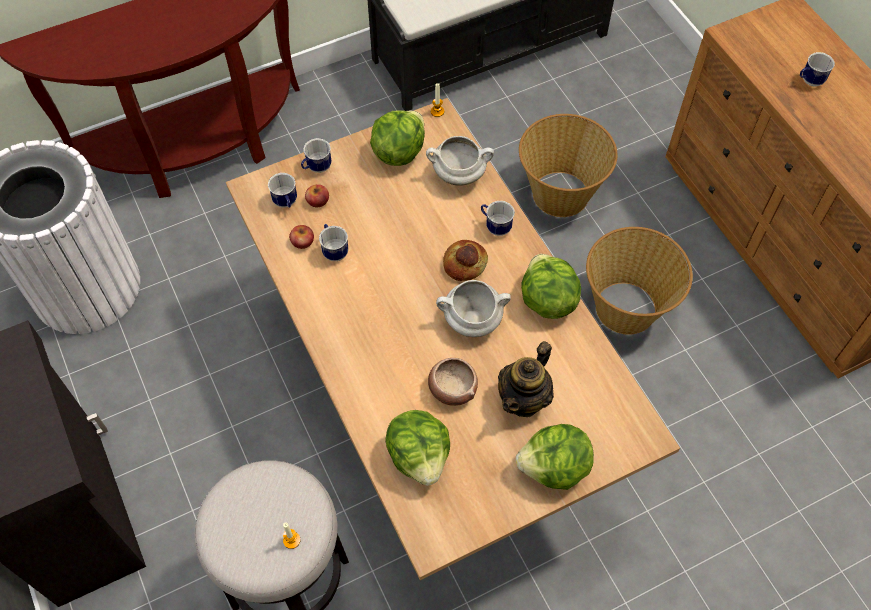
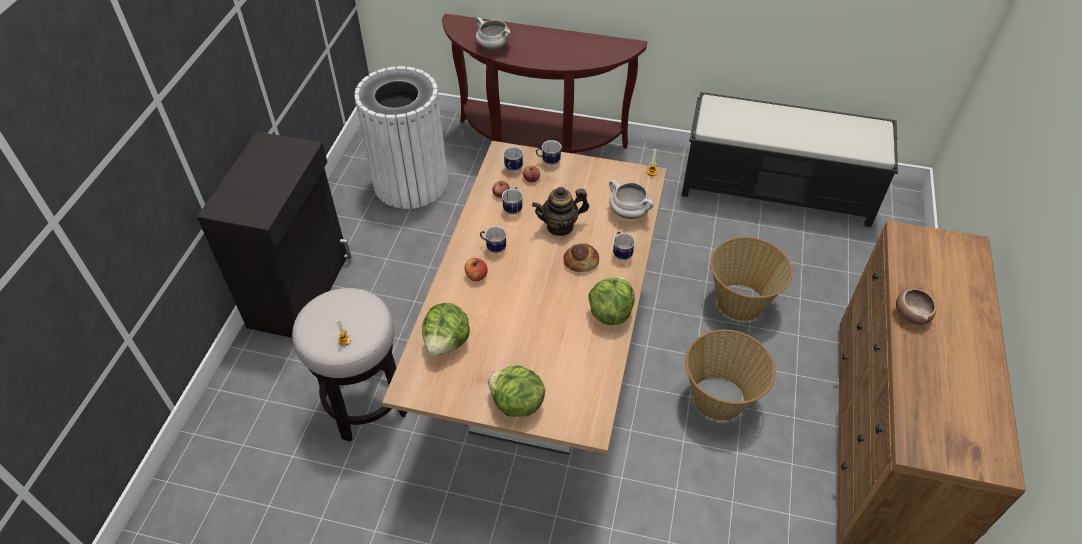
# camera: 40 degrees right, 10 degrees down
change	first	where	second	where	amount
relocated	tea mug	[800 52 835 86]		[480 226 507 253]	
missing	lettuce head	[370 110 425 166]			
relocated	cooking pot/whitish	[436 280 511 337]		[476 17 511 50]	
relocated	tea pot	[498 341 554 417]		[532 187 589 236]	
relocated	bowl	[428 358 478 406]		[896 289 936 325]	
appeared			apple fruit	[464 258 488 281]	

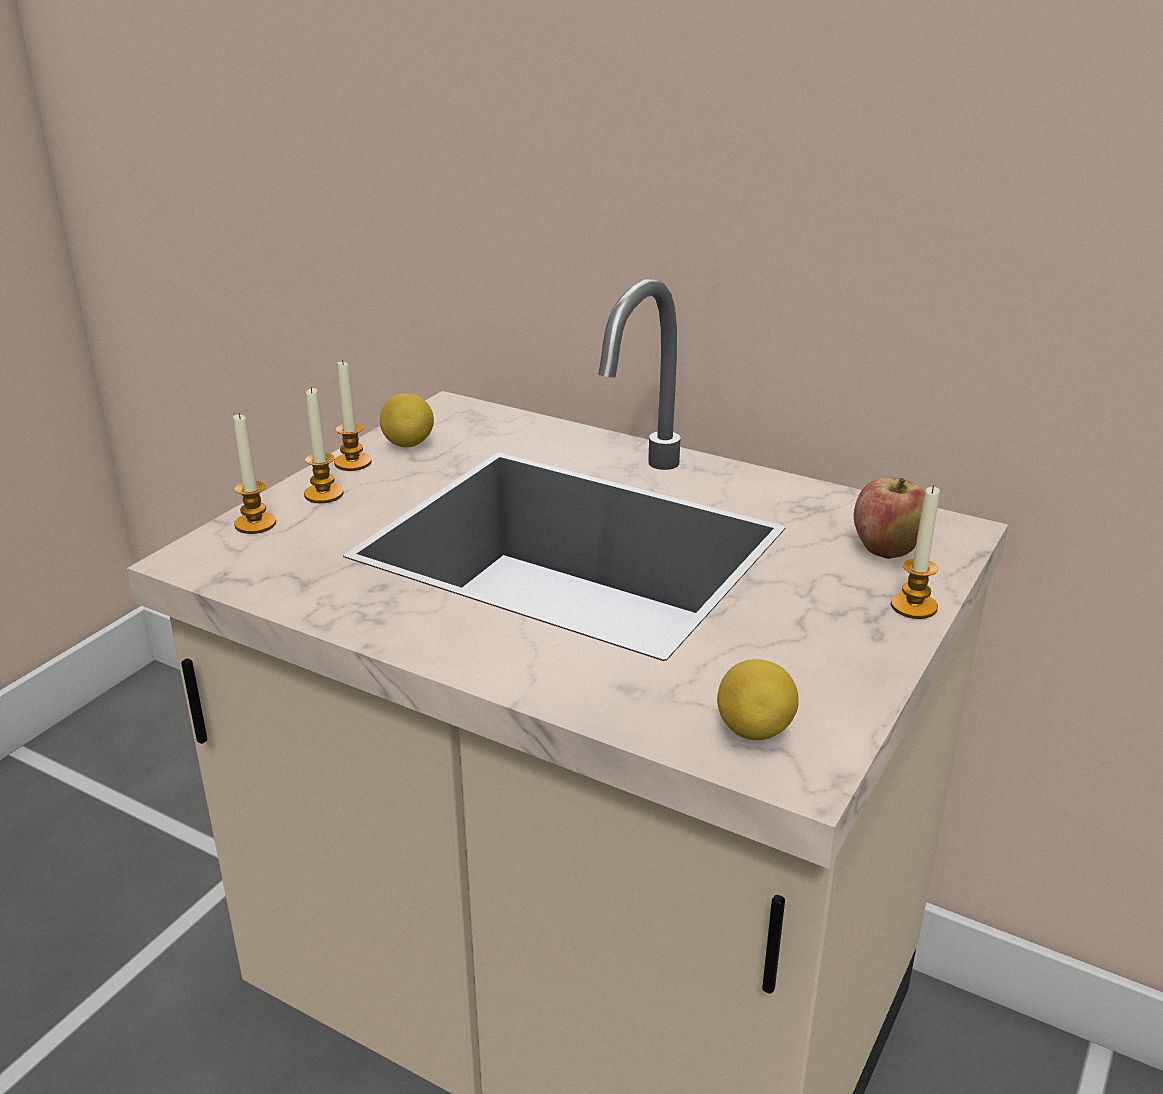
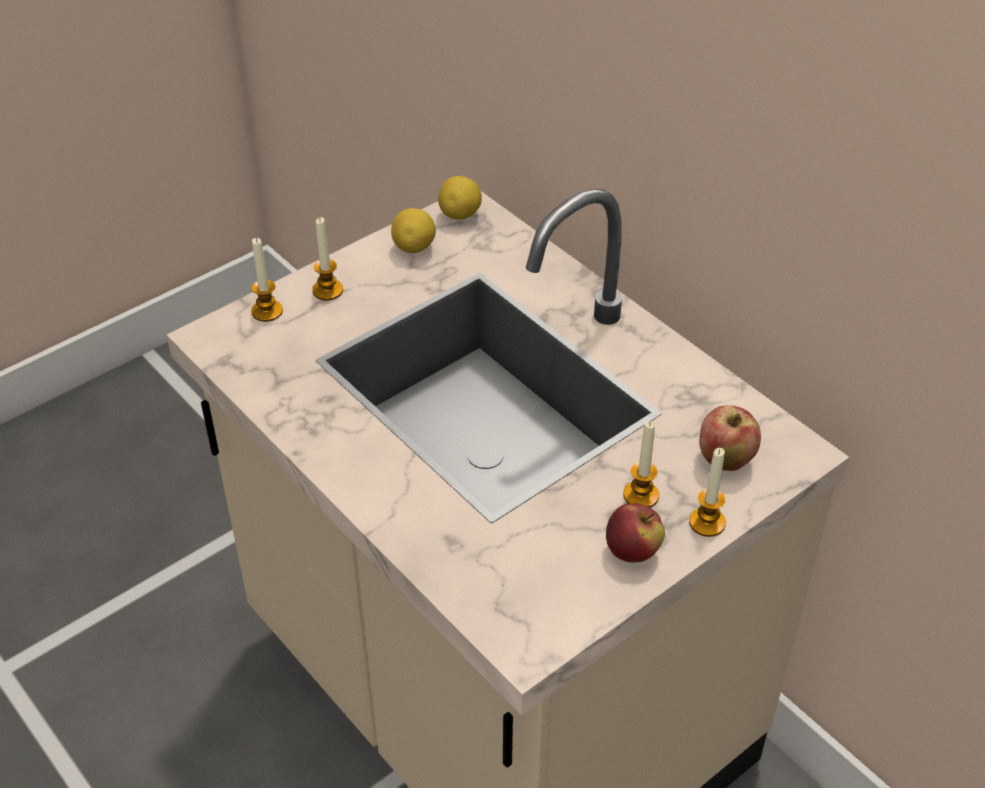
# camera: 20 degrees right, 15 degrees up
change	first	where	second	where	amount
relocated	candle	[334 359 372 471]		[623 421 659 507]	
relocated	whole lemon	[717 659 799 740]		[438 176 482 220]	
appeared			apple fruit	[606 503 665 562]	

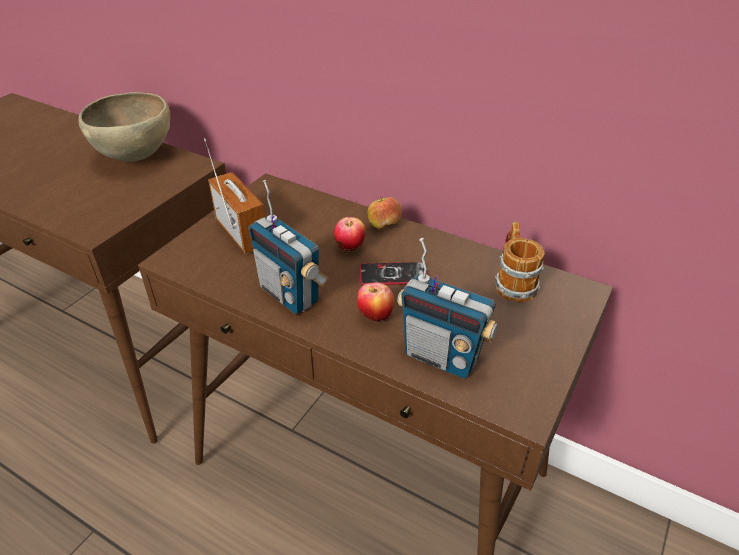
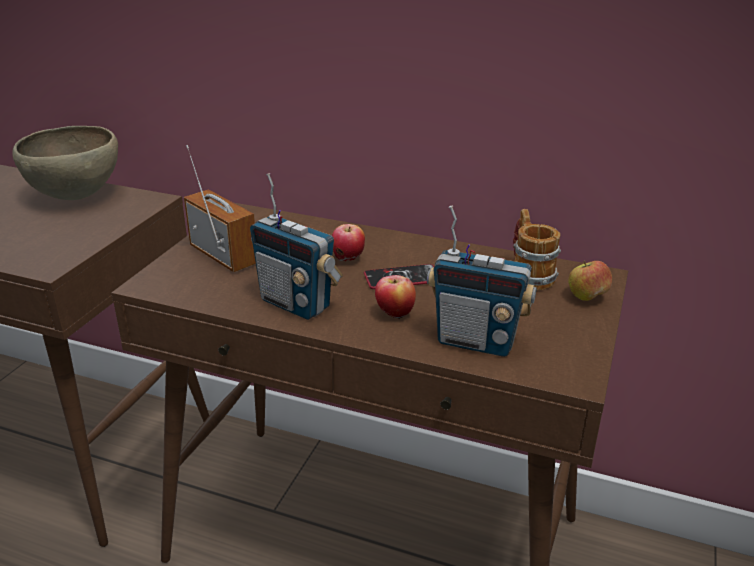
# camera: 10 degrees left, 10 degrees down
change	first	where	second	where	amount
relocated	apple fruit	[367 196 402 229]		[568 261 612 301]	

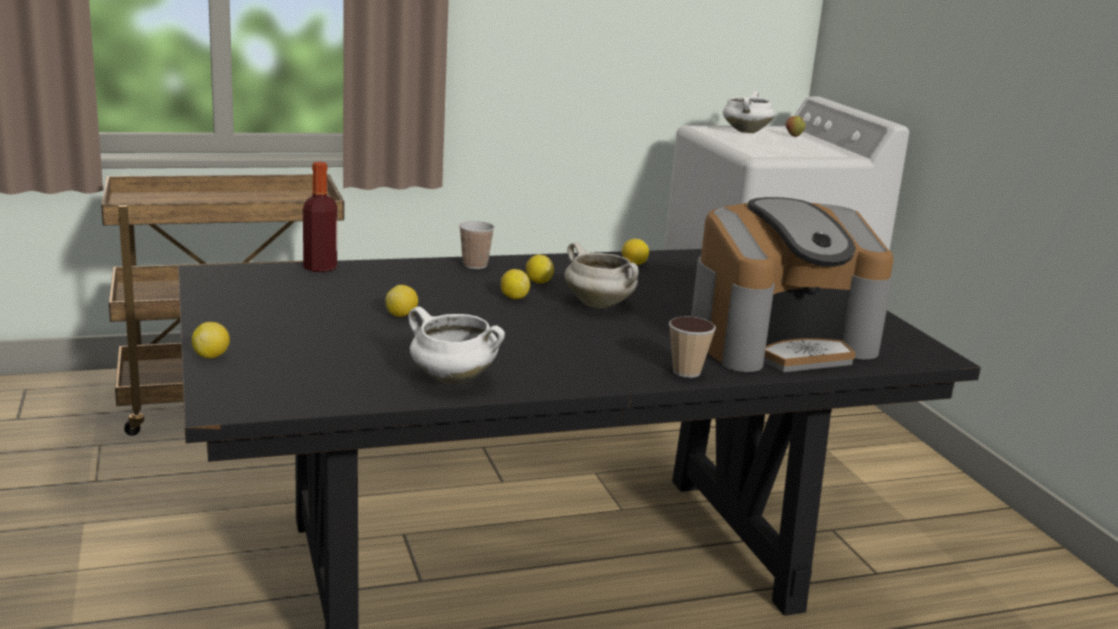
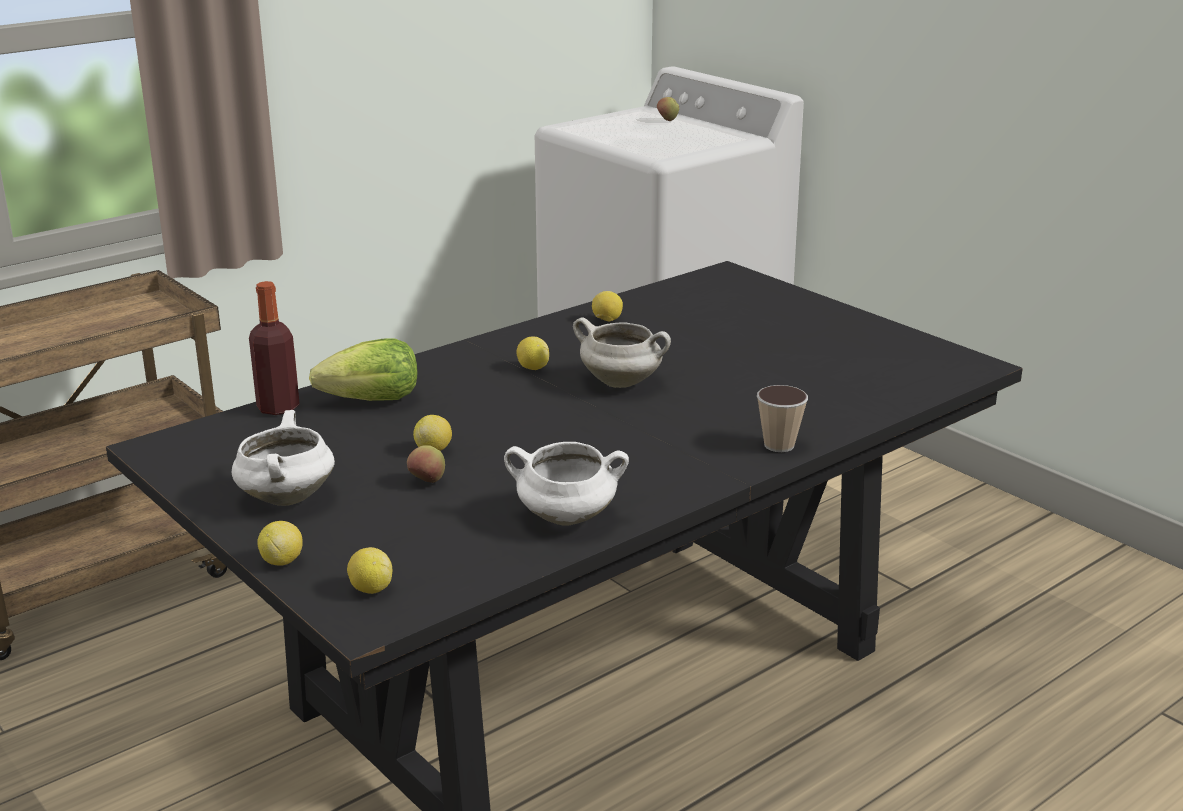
# camera: 20 degrees left, 5 degrees up
change	first	where	second	where	amount
relocated	cooking pot/whitish	[723 91 774 133]		[232 410 335 506]	
missing	coffee machine	[691 197 894 372]			
missing	cup	[459 221 495 269]			
relocated	whole lemon	[501 269 530 299]		[347 547 392 594]	
appeared			lettuce head	[309 338 418 401]	
appeared			apple fruit	[407 445 445 483]	

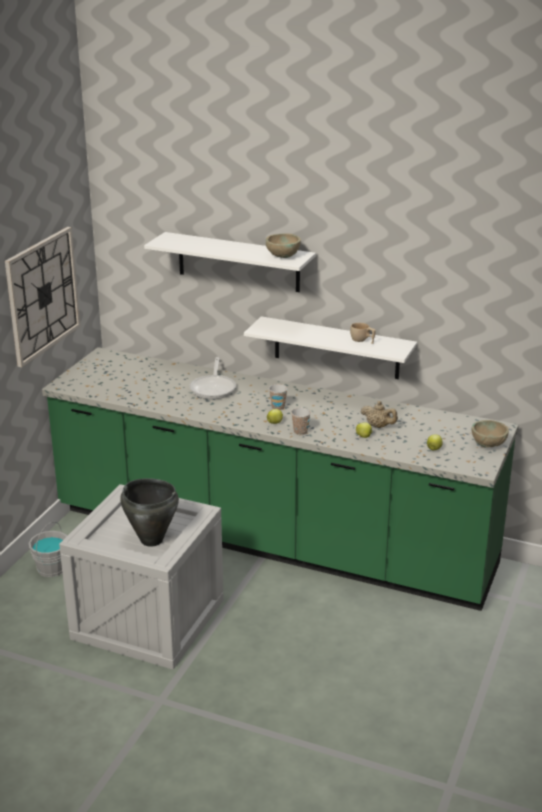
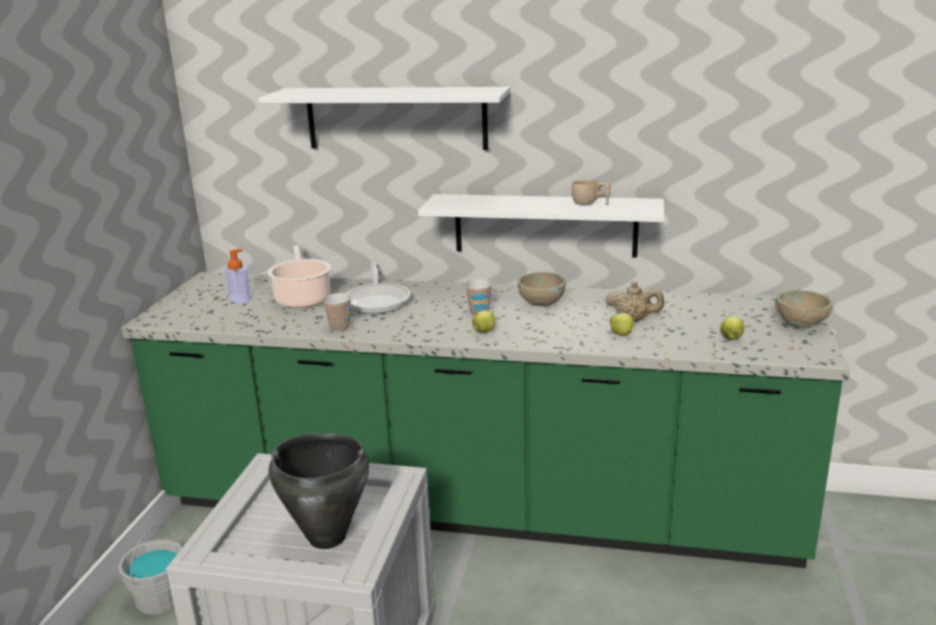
# camera: 10 degrees left, 5 degrees down
change	first	where	second	where	amount
missing	wall clock	[5 227 80 367]			
relocated	bowl/beige	[266 233 301 258]		[518 272 566 306]	
relocated	cup	[291 408 311 435]		[323 293 351 332]	
appeared			cooking pot	[268 245 331 308]	
appeared			soap bottle	[224 249 251 303]	

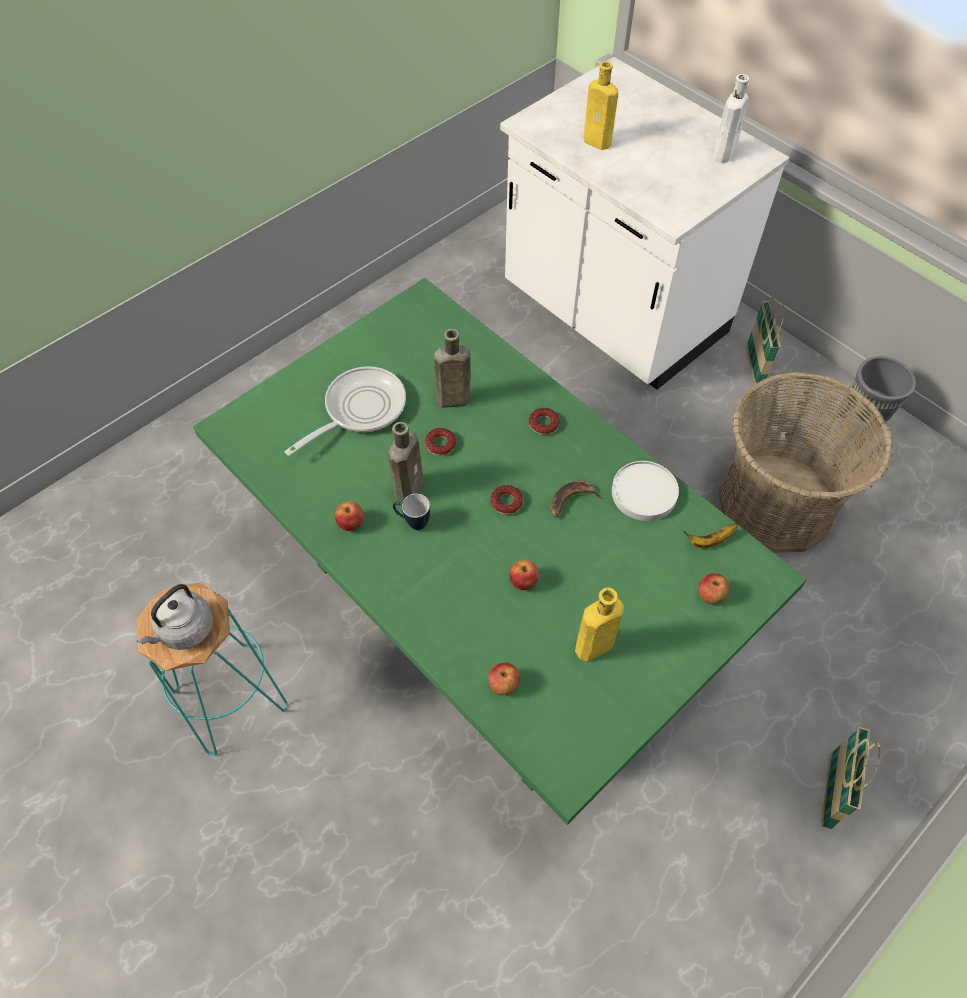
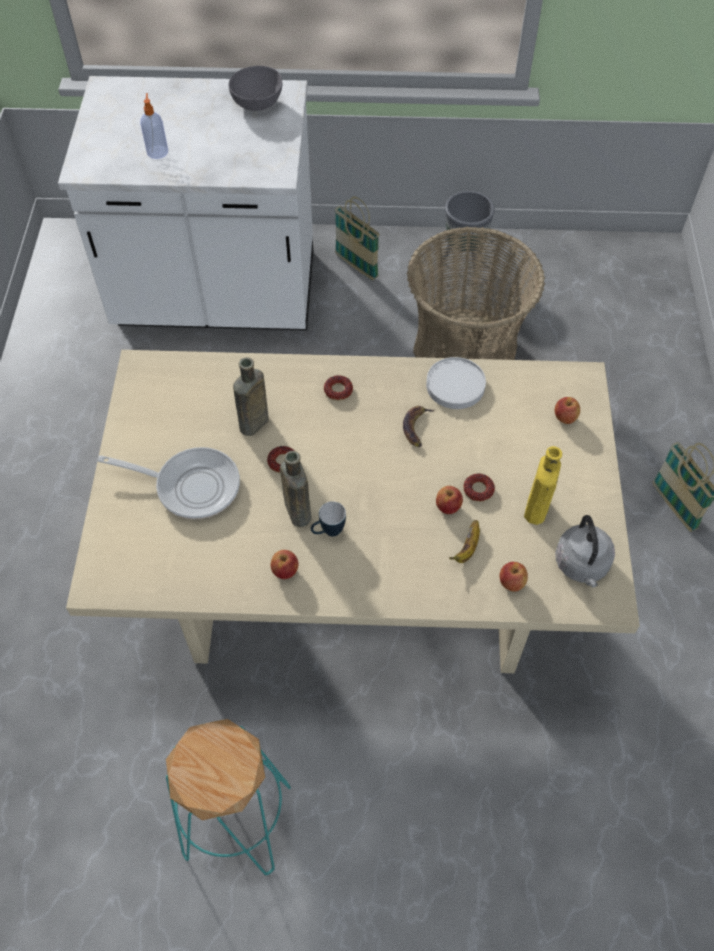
# camera: 45 degrees left, 0 degrees up
change	first	where	second	where	amount
exchanged	drink bottle/yellowish	[584 61 618 150]	soap bottle	[140 93 168 159]	
exchanged	drink bottle/whitish	[713 74 749 163]	bowl/grey	[229 66 282 111]	
colour	dinner table/green	[193 278 807 825]	dinner table/beige	[66 350 640 673]	
spun	skillet	[285 366 406 456]		[97 447 240 519]	105 degrees clockwise
relocated	doughnut	[491 485 523 515]		[463 473 495 502]	
relocated	banana fruit	[683 523 738 548]		[449 520 480 563]	
relocated	kettle/grey	[137 584 213 650]		[555 515 615 587]	

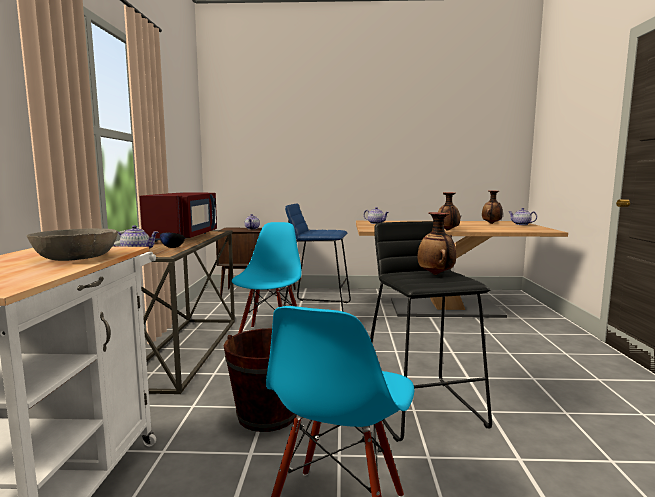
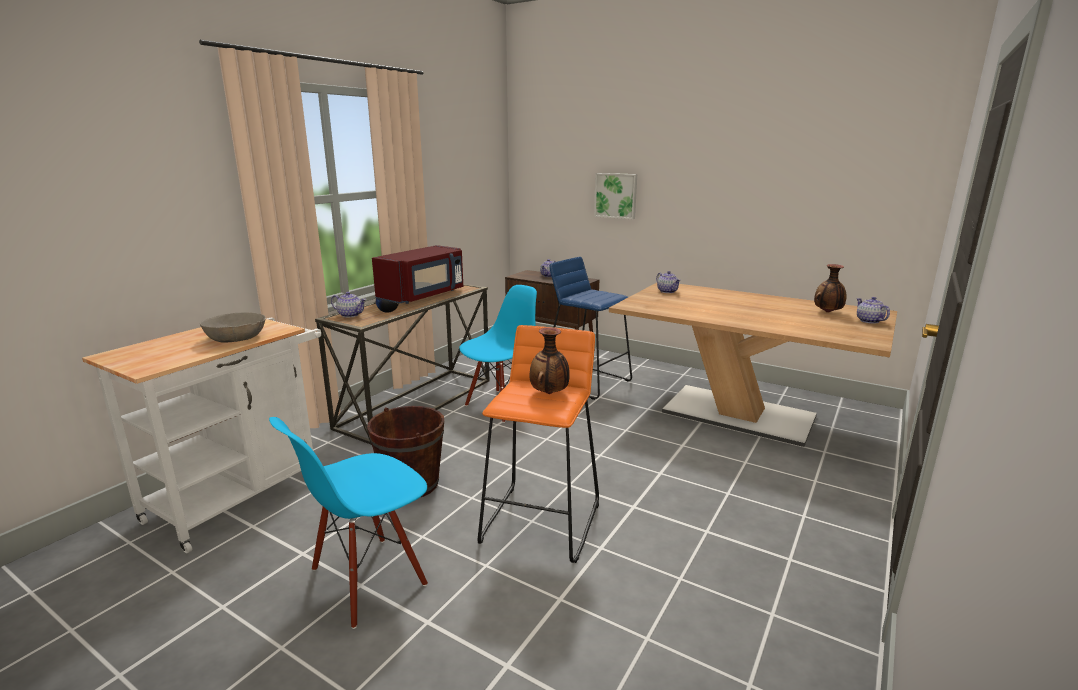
# camera: 30 degrees right, 10 degrees up
change	first	where	second	where	amount
missing	flower vase	[438 192 461 230]			
colour	stool seat/black	[370 221 492 442]	stool seat/orange-coloured	[478 325 599 563]	
appeared			picture	[594 173 637 219]	

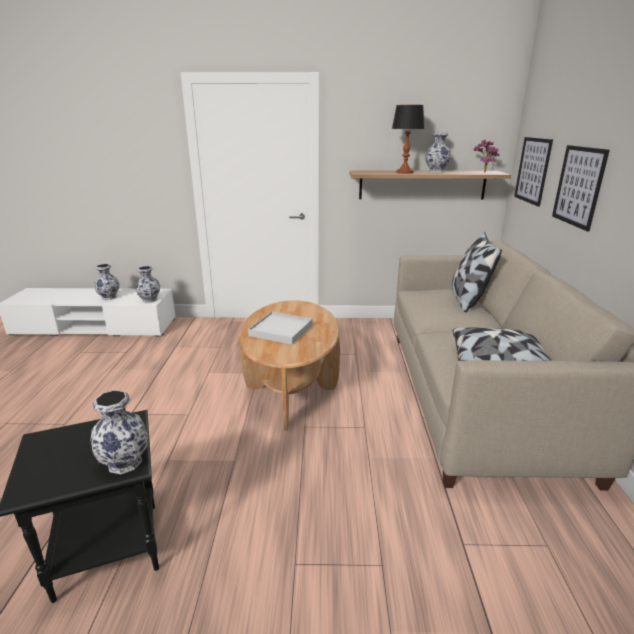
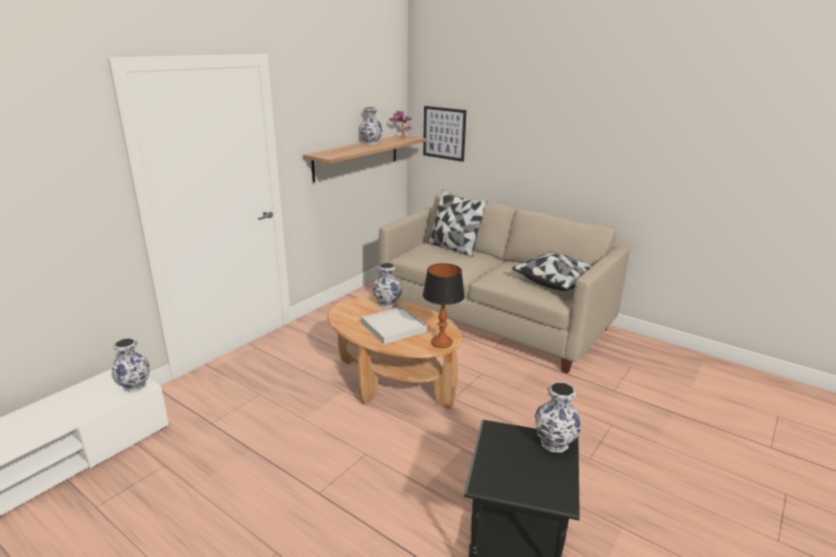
# camera: 55 degrees left, 0 degrees up
change	first	where	second	where	amount
relocated	table lamp	[392 105 425 173]		[423 263 465 348]	
missing	picture	[552 145 610 232]			
relocated	flower vase	[94 264 119 300]		[372 263 402 308]	

